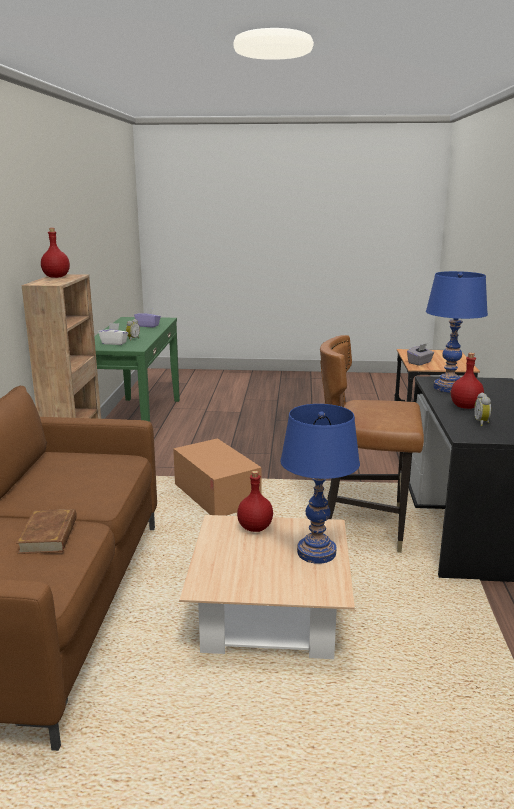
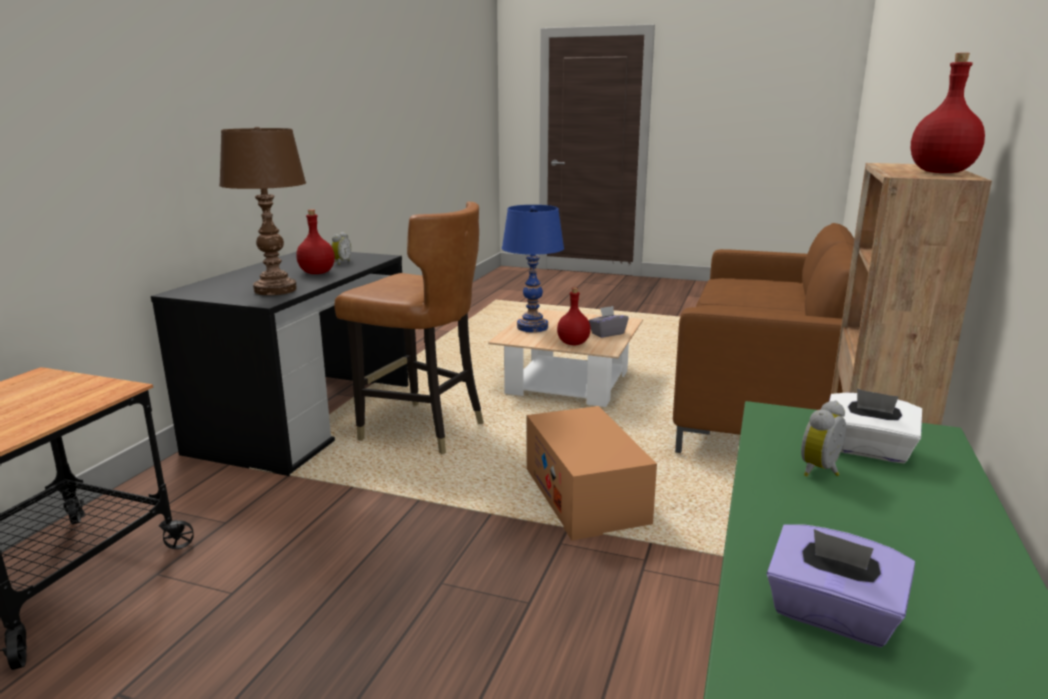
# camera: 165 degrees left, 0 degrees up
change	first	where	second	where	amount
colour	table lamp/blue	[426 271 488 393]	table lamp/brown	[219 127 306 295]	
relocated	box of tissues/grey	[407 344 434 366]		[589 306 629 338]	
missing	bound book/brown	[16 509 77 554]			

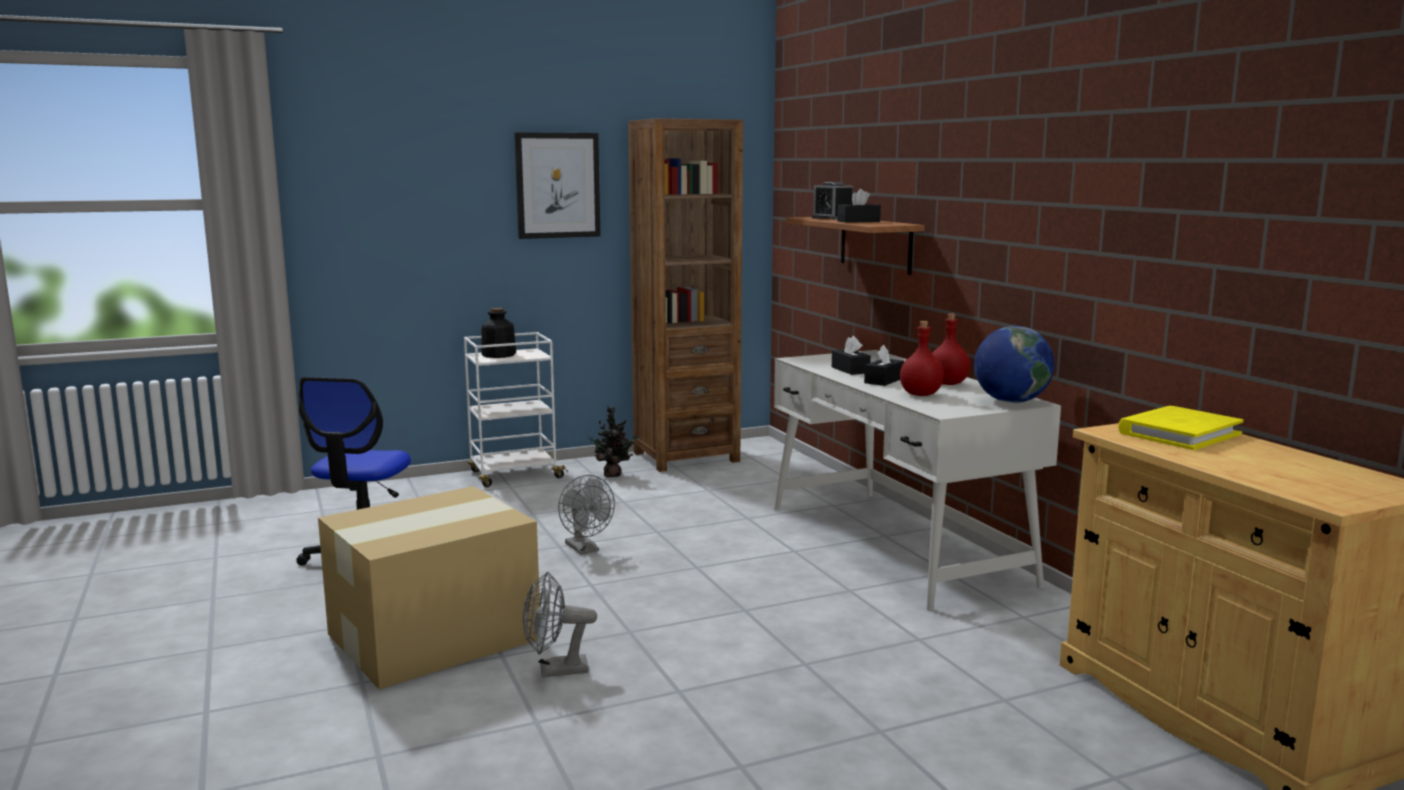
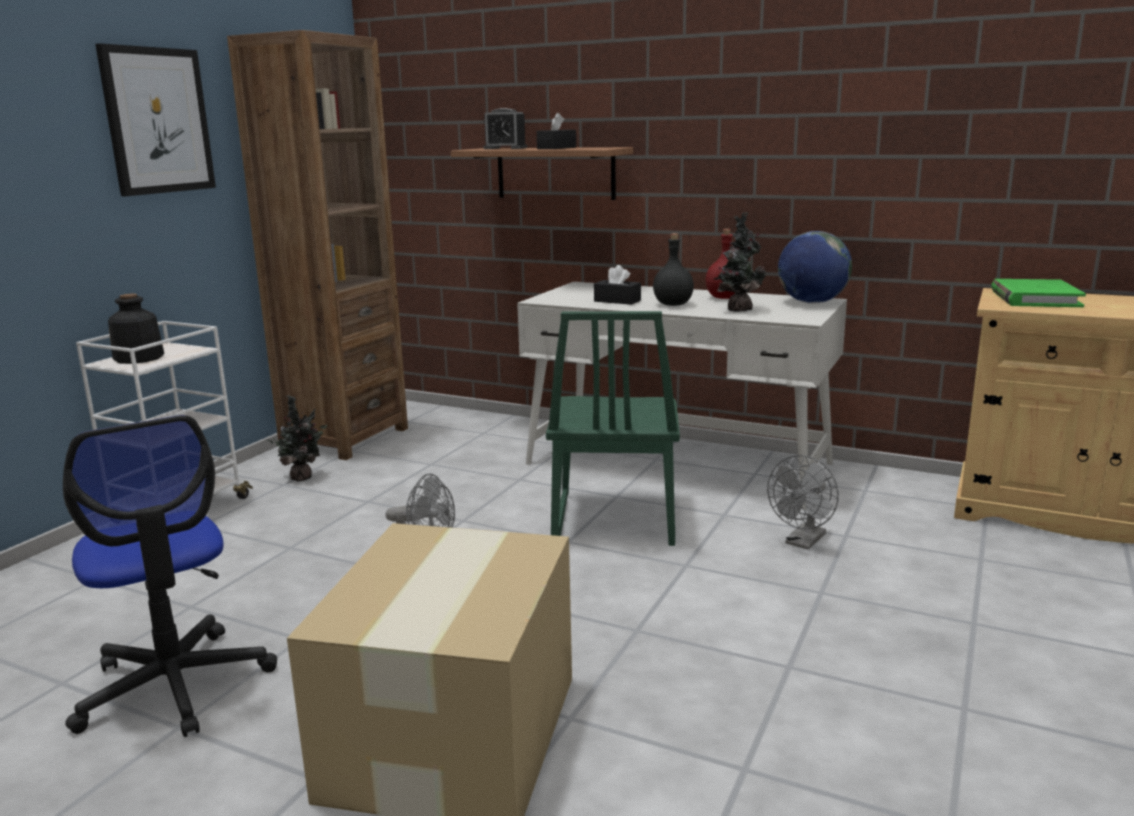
# camera: 40 degrees left, 5 degrees up
change	first	where	second	where	amount
exchanged	drink bottle/red-coloured	[900 321 944 396]	houseplant	[713 212 766 312]	
exchanged	box of tissues/black	[864 345 904 386]	drink bottle/black	[653 233 694 306]	
colour	bound book/yellowish	[1118 406 1244 450]	bound book/green	[991 279 1086 307]	
relocated	electric fan/grey	[523 572 597 677]		[767 455 839 550]	
appeared			chair/green	[546 311 680 546]	

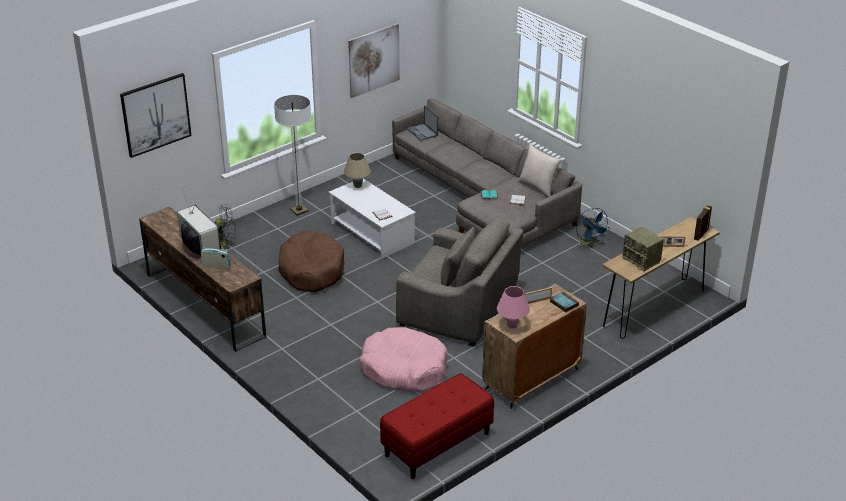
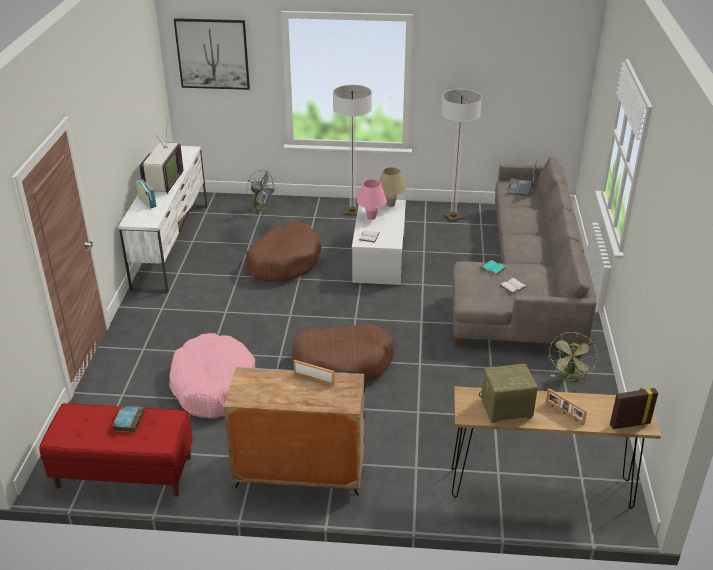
# camera: 45 degrees right, 0 degrees up
change	first	where	second	where	amount
missing	picture	[348 23 400 98]			
missing	cushion/beige	[518 143 562 197]			
colour	media console/brown	[139 206 266 352]	media console/whitish	[118 146 207 293]	
colour	electric fan/blue	[576 208 610 249]	electric fan/green	[549 332 598 382]	
exchanged	easy chair/grey	[396 218 524 346]	pet bed/brown	[292 324 394 383]	
spun	radio set	[623 226 664 271]		[479 364 538 423]	75 degrees clockwise
relocated	table lamp/pink-coloured	[497 286 530 329]		[357 179 387 220]	
relocated	bound book	[550 292 579 313]		[112 405 145 433]	
appeared			standard lamp	[441 89 482 222]	

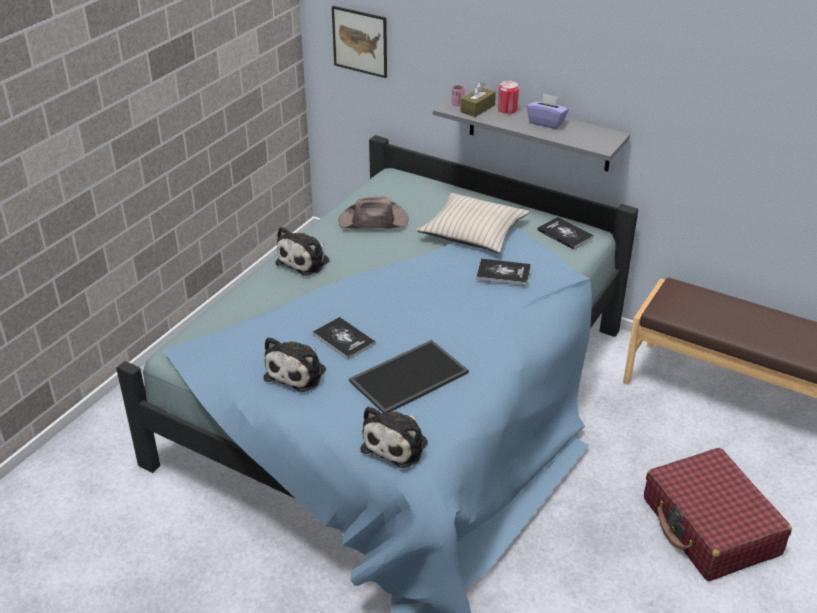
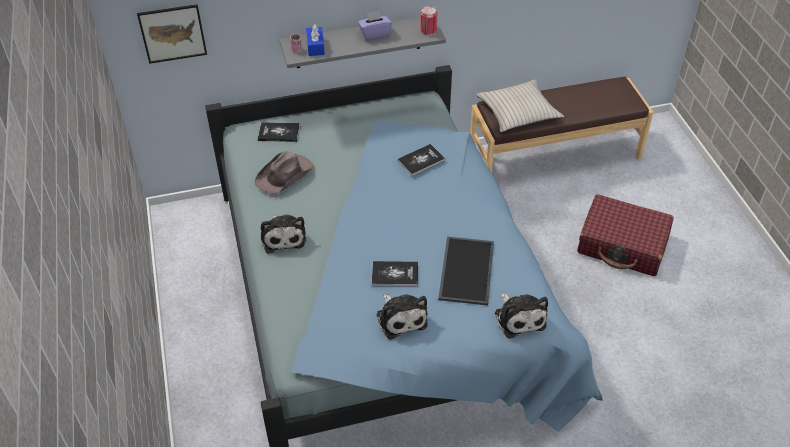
# camera: 45 degrees left, 10 degrees up
change	first	where	second	where	amount
colour	box of tissues/brown	[460 81 496 117]	box of tissues/blue	[306 24 325 56]	
relocated	can	[498 81 519 115]		[420 6 437 35]	
relocated	cushion/beige	[416 193 529 253]		[476 79 564 132]	
relocated	bound book	[537 217 594 250]		[258 122 300 142]	

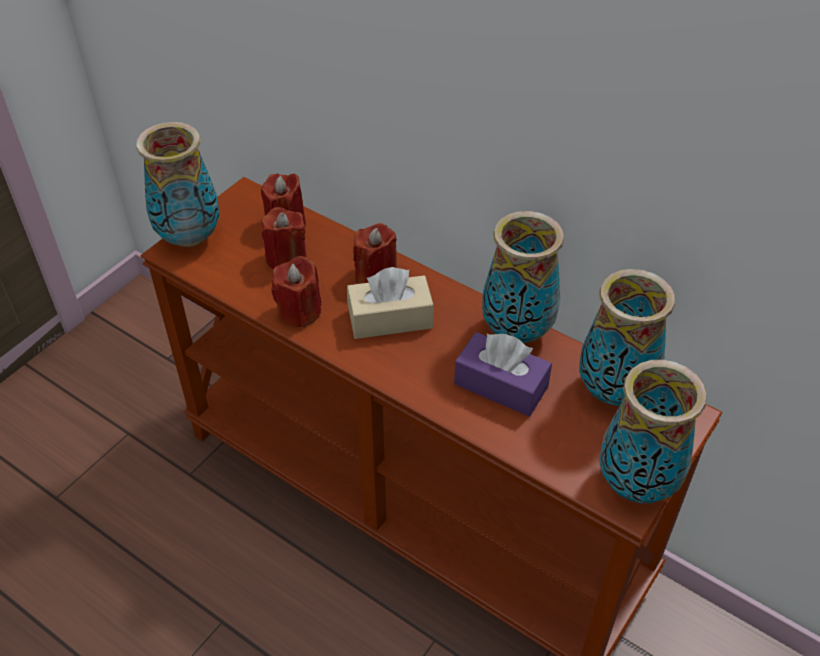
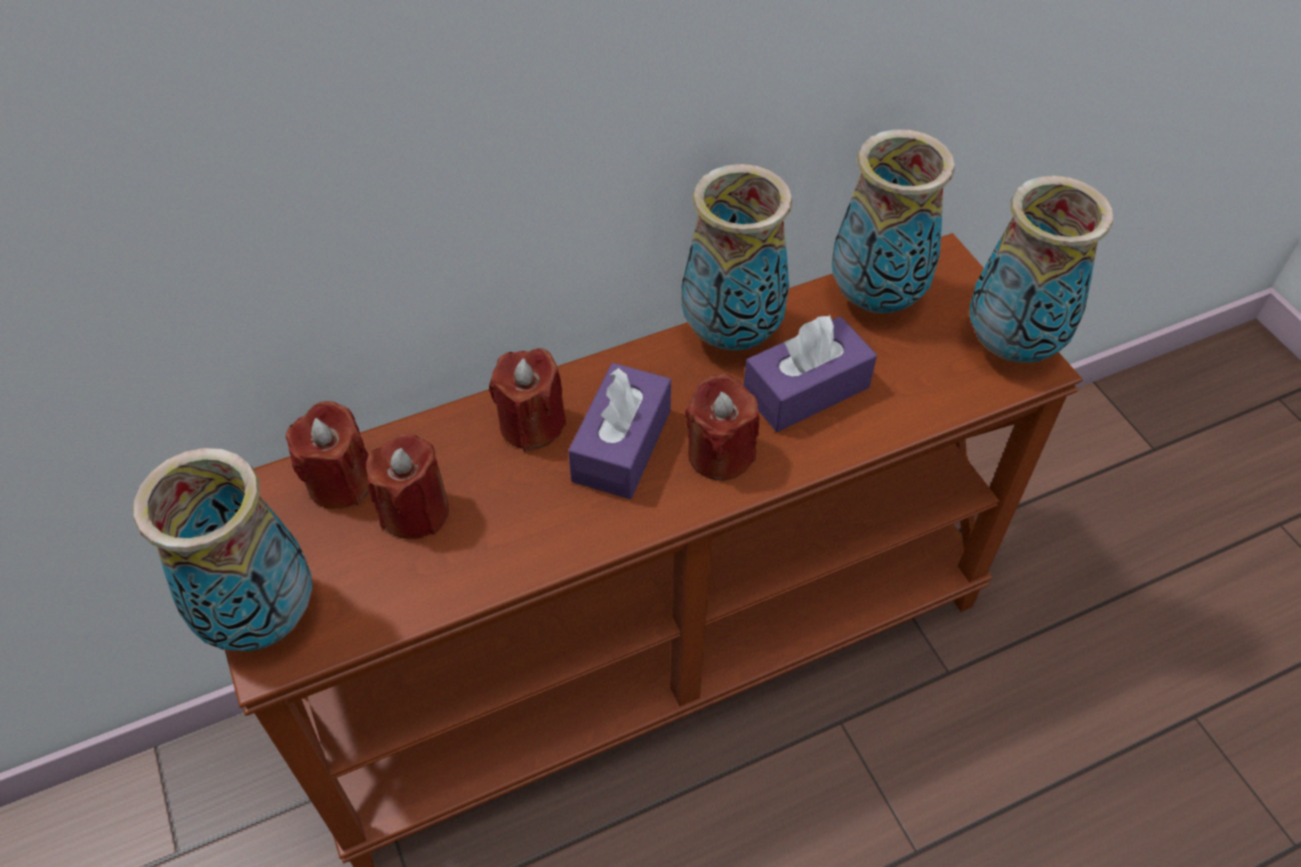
# camera: 60 degrees left, 5 degrees up
change	first	where	second	where	amount
relocated	candle/red-coloured	[271 256 322 328]		[685 374 760 481]	
colour	box of tissues/beige	[347 267 434 339]	box of tissues/purple-coloured	[568 363 671 499]	

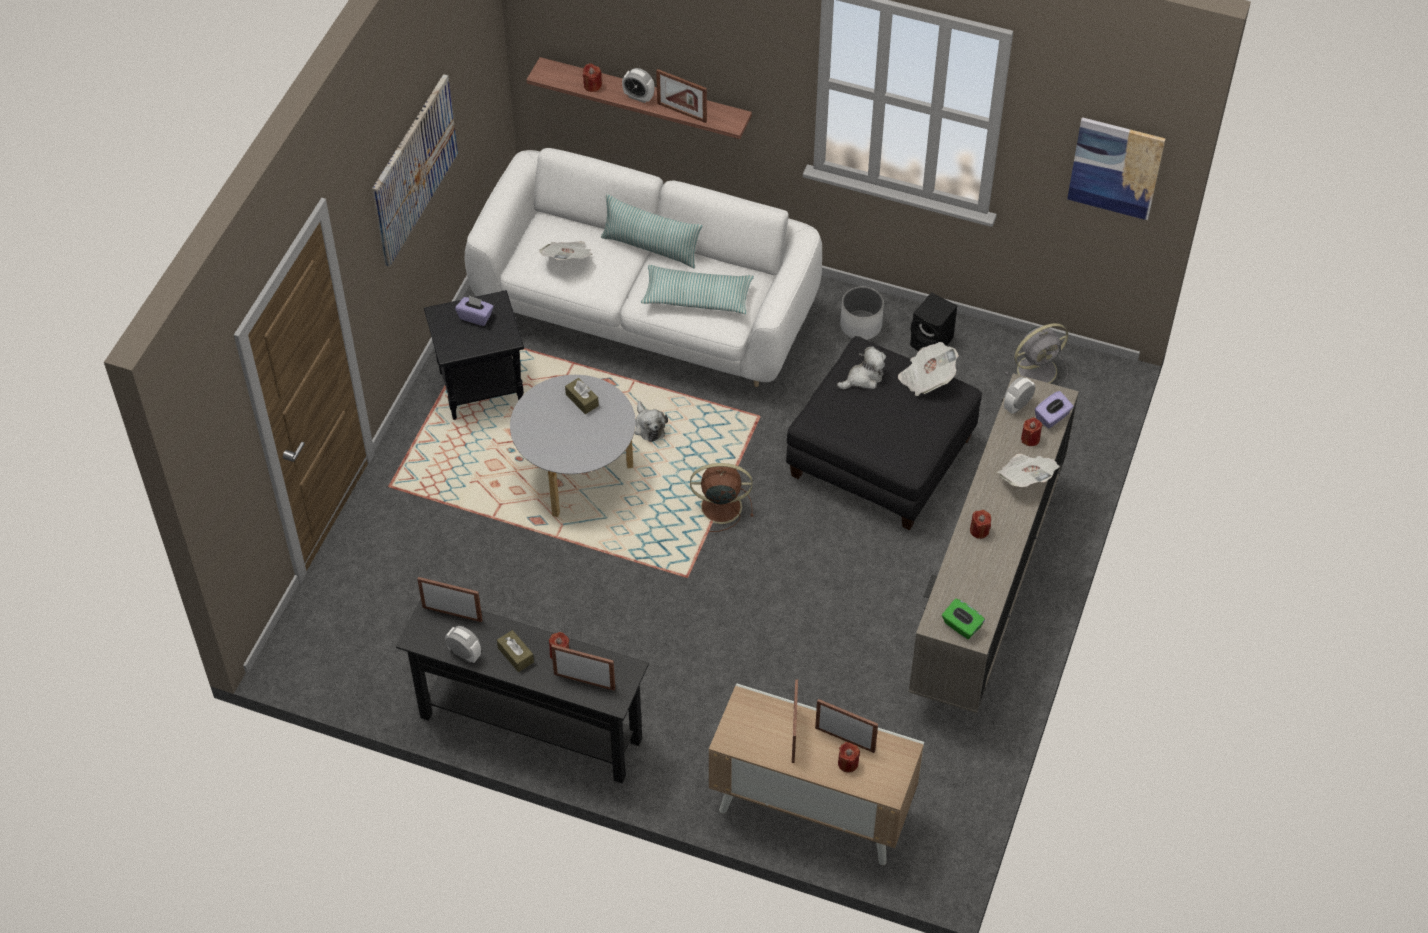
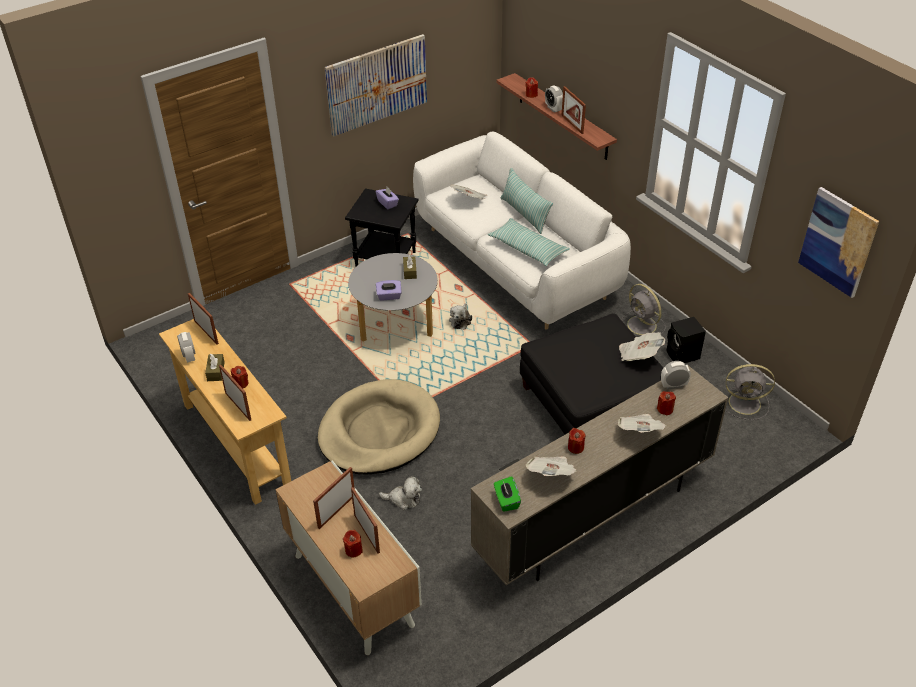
# camera: 35 degrees right, 10 degrees down
change	first	where	second	where	amount
exchanged	planter/whitish	[840 287 884 340]	electric fan/grey	[621 284 666 335]	
relocated	plush toy	[837 346 886 390]		[379 476 422 510]	
relocated	box of tissues/purple-coloured	[1035 391 1073 428]		[376 280 402 300]	
missing	electric fan/brown	[690 463 753 532]			
colour	hall table/black	[396 600 649 783]	hall table/beige	[159 319 291 505]	
appeared			pet bed/beige	[318 379 440 475]	
appeared			printed paper	[526 456 577 476]	

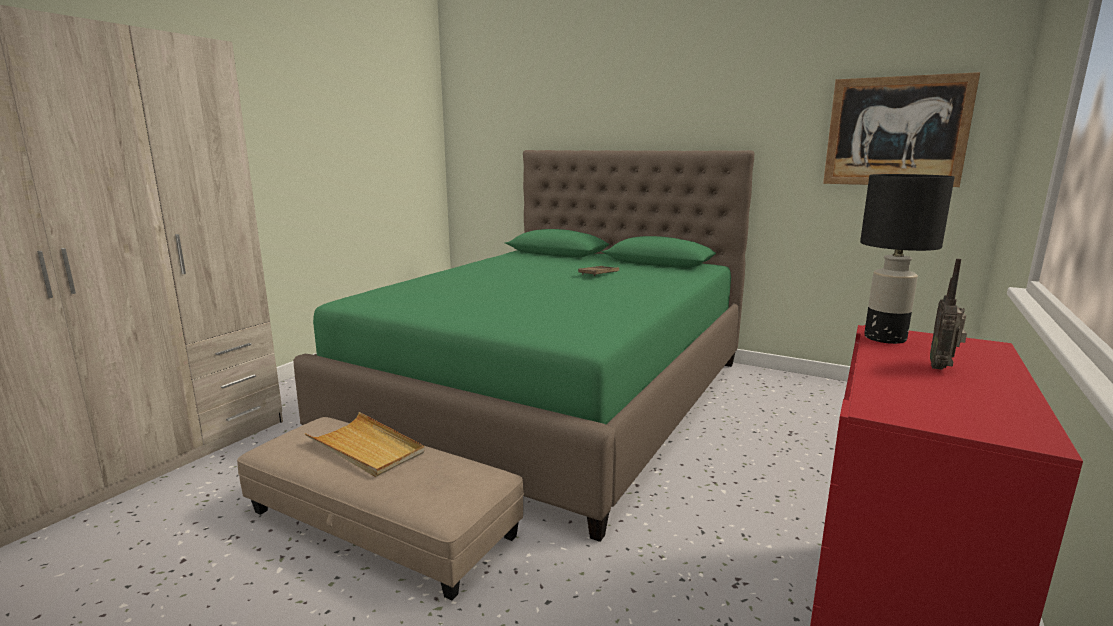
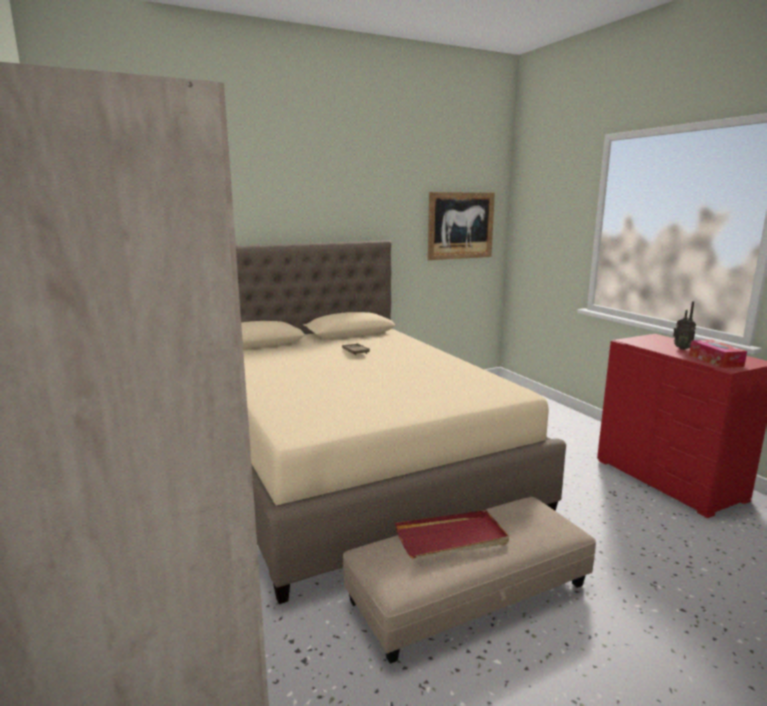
# camera: 55 degrees left, 0 degrees up
change	first	where	second	where	amount
colour	bedroom bed/green	[293 150 754 542]	bedroom bed/beige	[236 240 566 604]	
missing	table lamp/black	[860 174 955 344]			
colour	tray/beige	[305 412 425 477]	tray/red-coloured	[395 510 509 559]	
appeared			box of tissues	[689 340 747 368]	

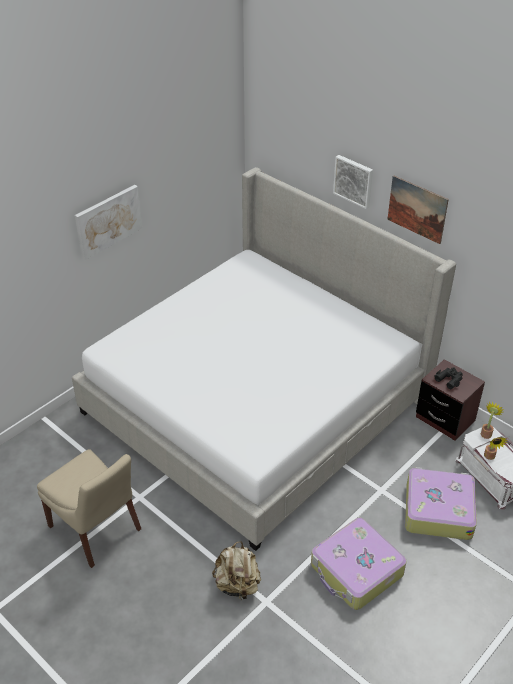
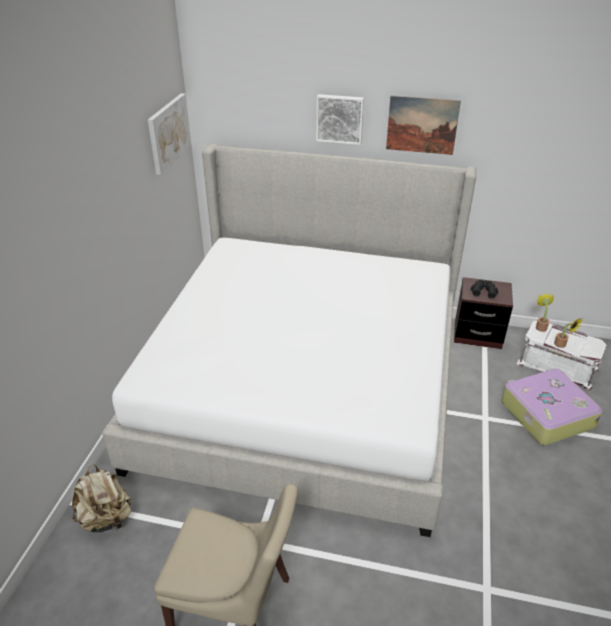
# camera: 30 degrees left, 5 degrees down
change	first	where	second	where	amount
relocated	picture	[75 185 142 260]		[148 93 191 175]	
missing	suitcase	[311 518 407 610]			
relocated	rucksack/beige	[212 541 261 602]		[72 464 131 532]	

